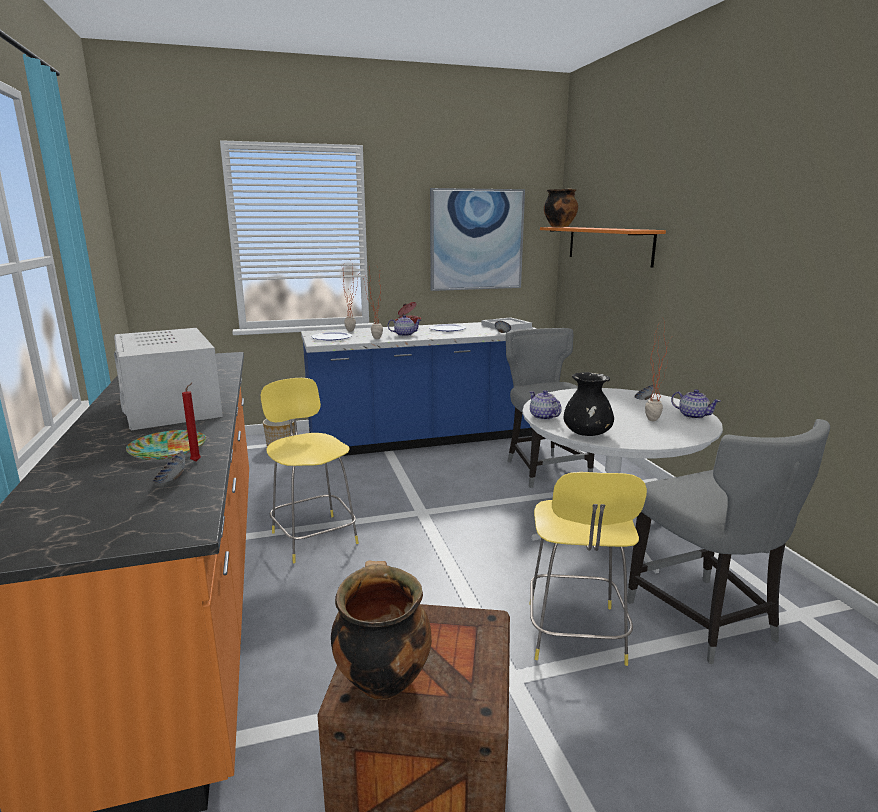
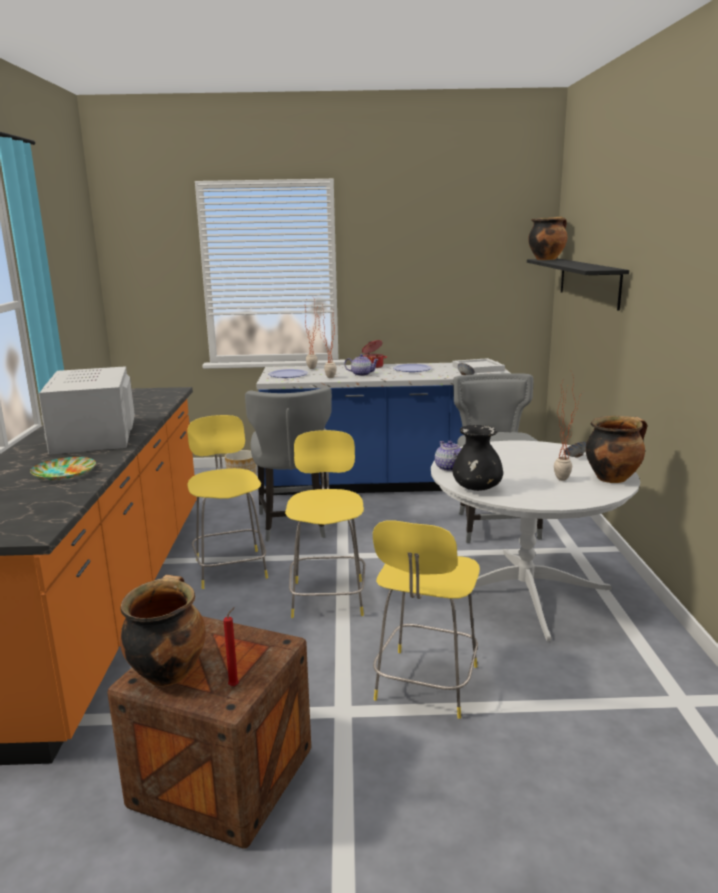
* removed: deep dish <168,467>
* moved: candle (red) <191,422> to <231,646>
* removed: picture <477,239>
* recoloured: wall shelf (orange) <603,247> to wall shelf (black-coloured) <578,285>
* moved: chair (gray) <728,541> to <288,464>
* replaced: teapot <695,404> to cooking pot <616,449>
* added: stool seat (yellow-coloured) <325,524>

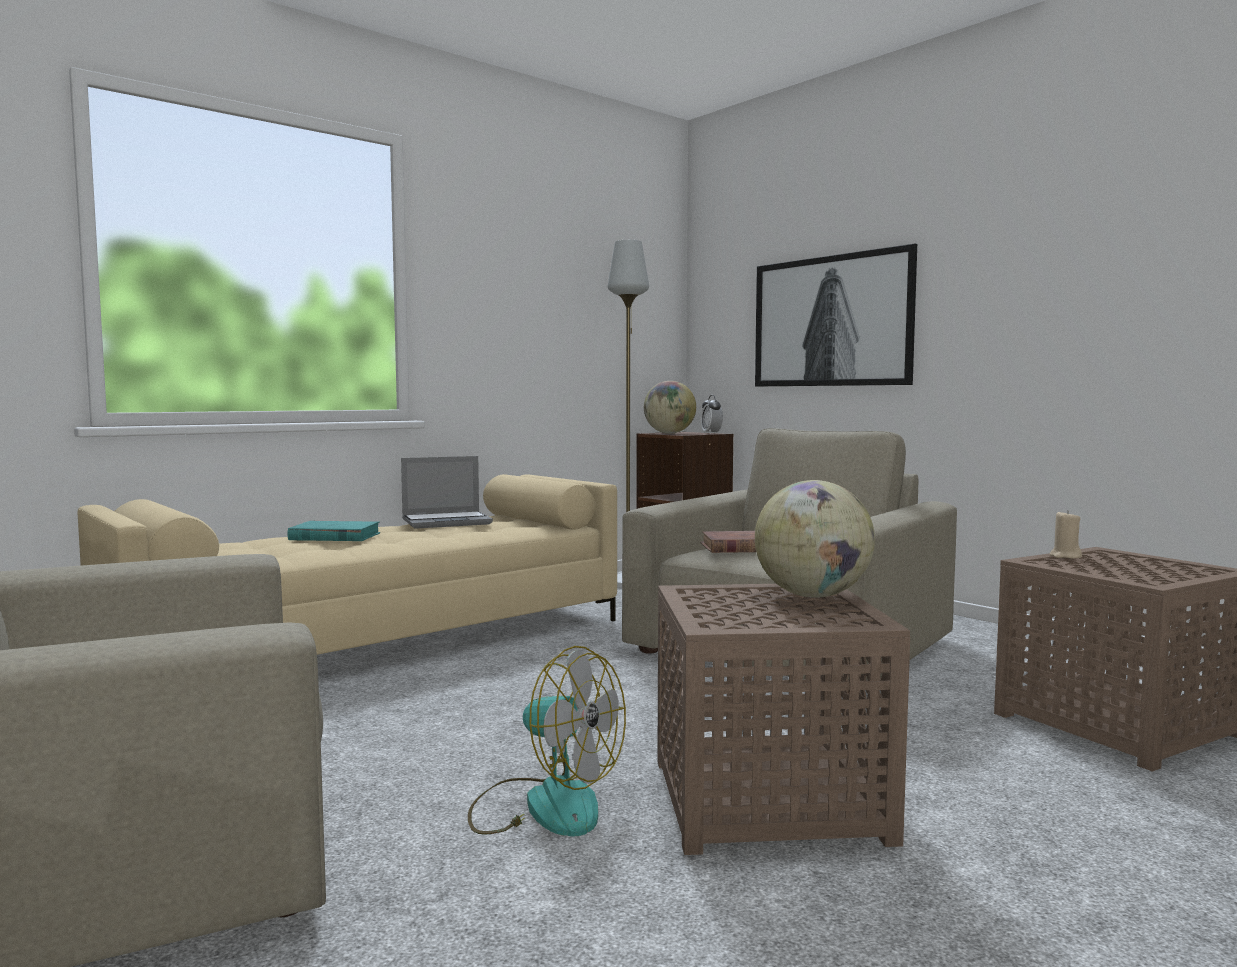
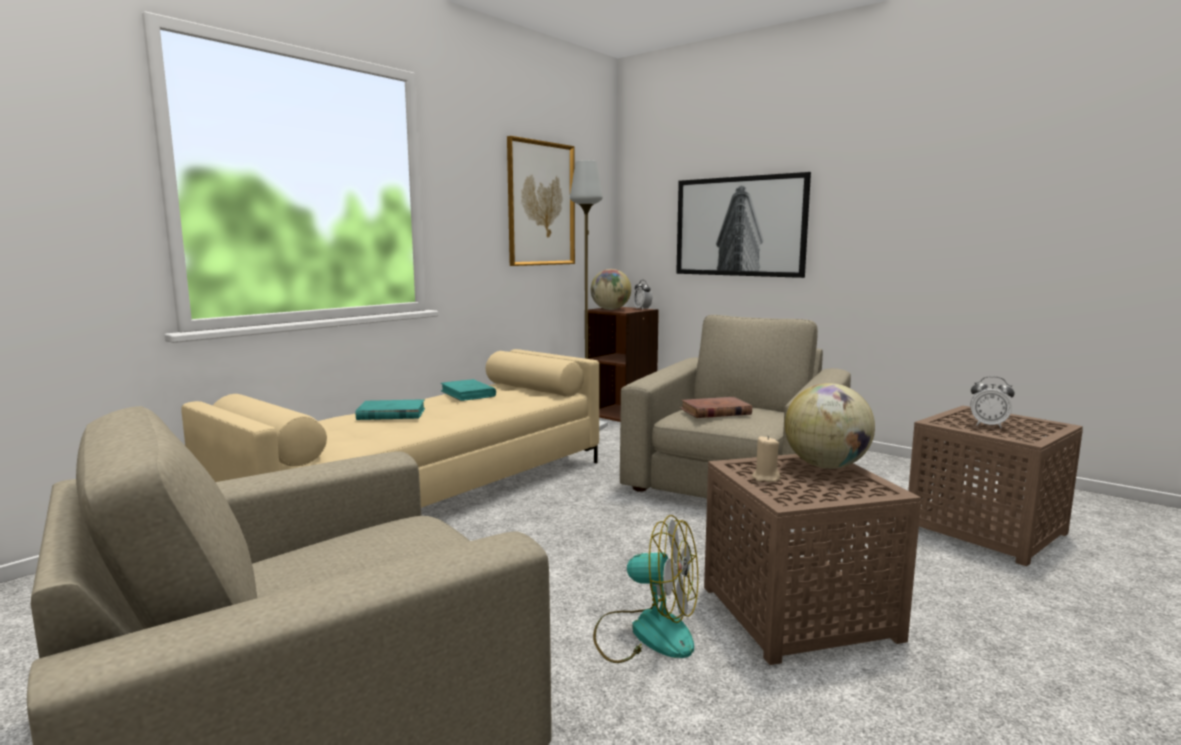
* replaced: laptop <447,492> to volume (blue-green) <468,390>
* moved: candle (beige) <1066,534> to <766,459>
* added: picture <541,201>
* added: bedside clock <992,402>

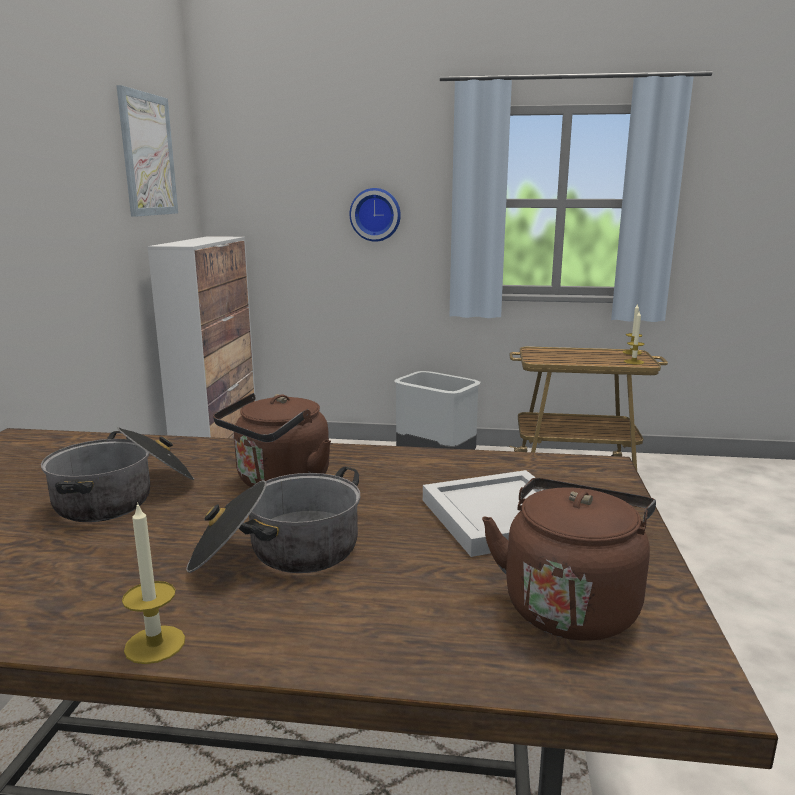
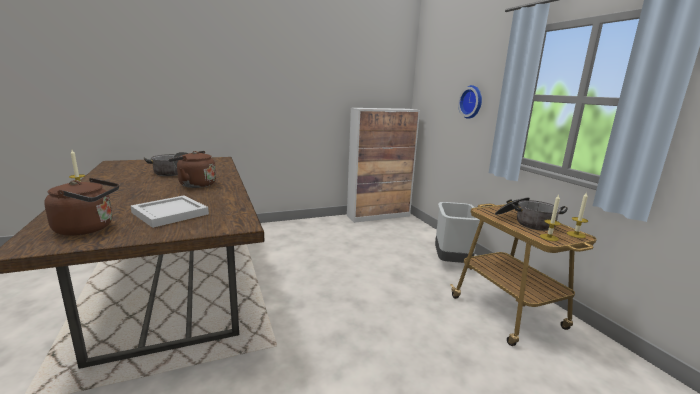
* removed: picture <147,151>
* moved: cooking pot <273,520> to <531,214>

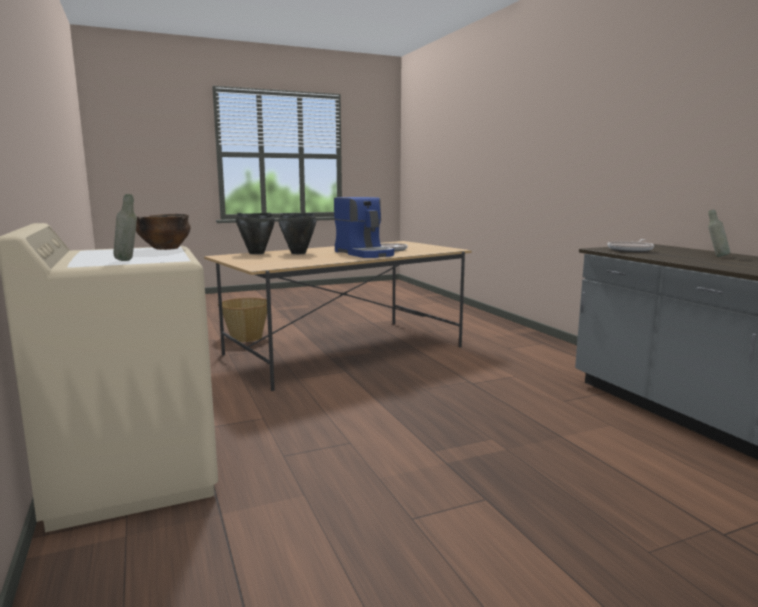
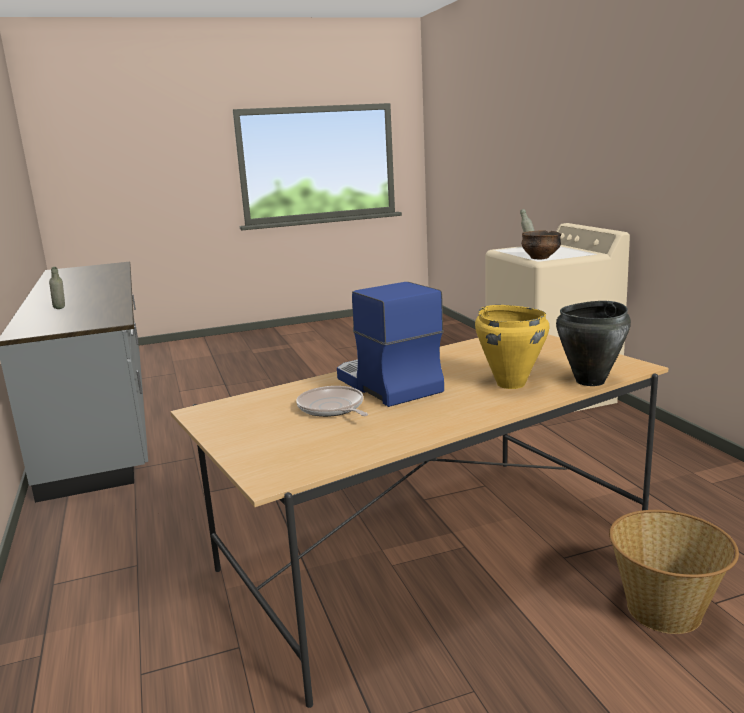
* recoloured: cooking pot (black-coloured) <297,233> to cooking pot (yellow-coloured) <512,347>
* removed: skillet <631,245>

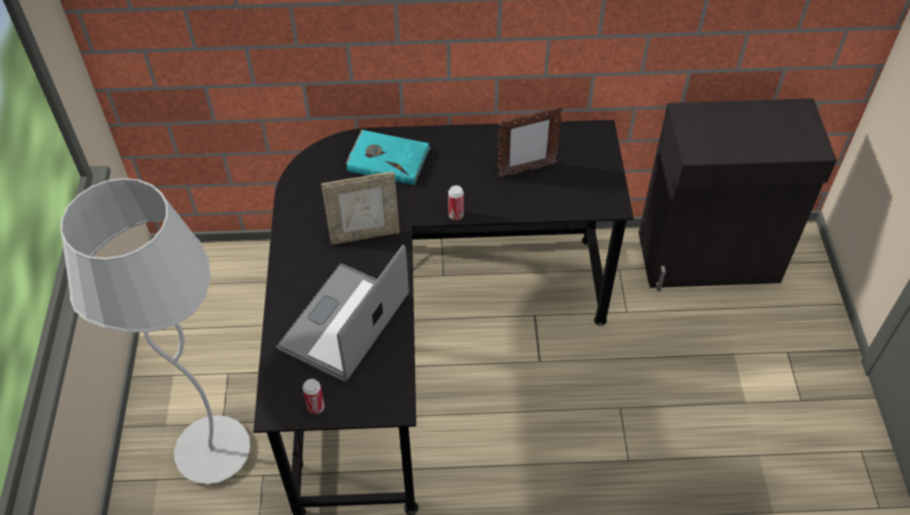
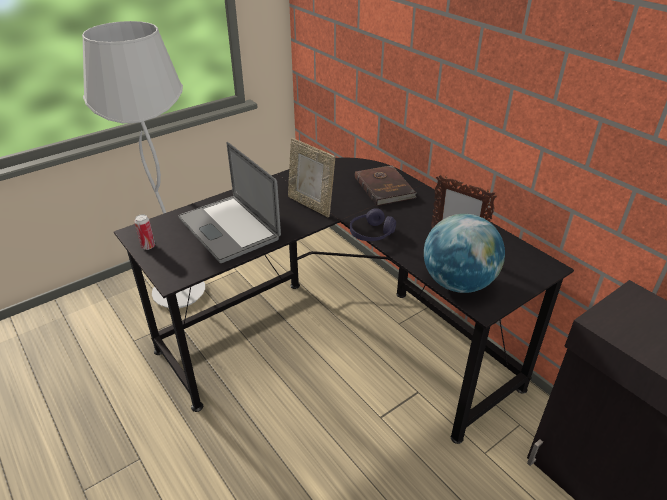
* turned: laptop <342,313> = <229,202> 120 degrees counterclockwise
* recoloured: volume (blue-green) <388,157> to volume (brownish) <385,185>
* replaced: metal can <456,202> to headphones (purple) <373,224>
* added: desk globe <464,253>

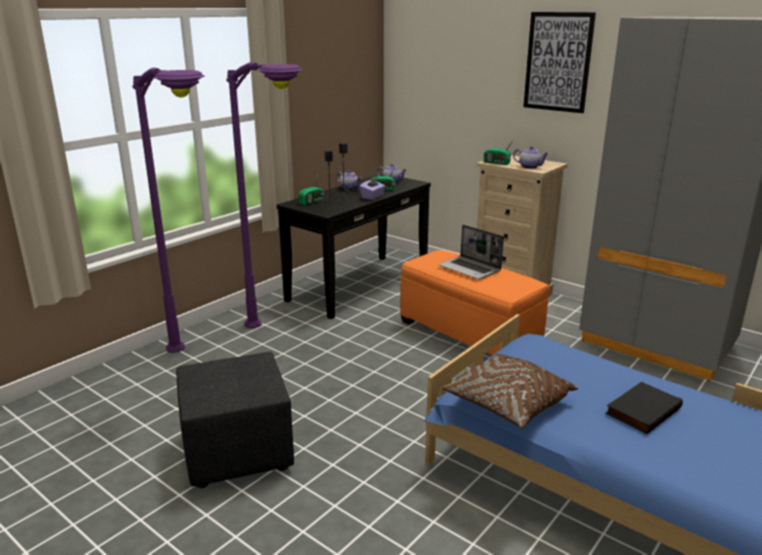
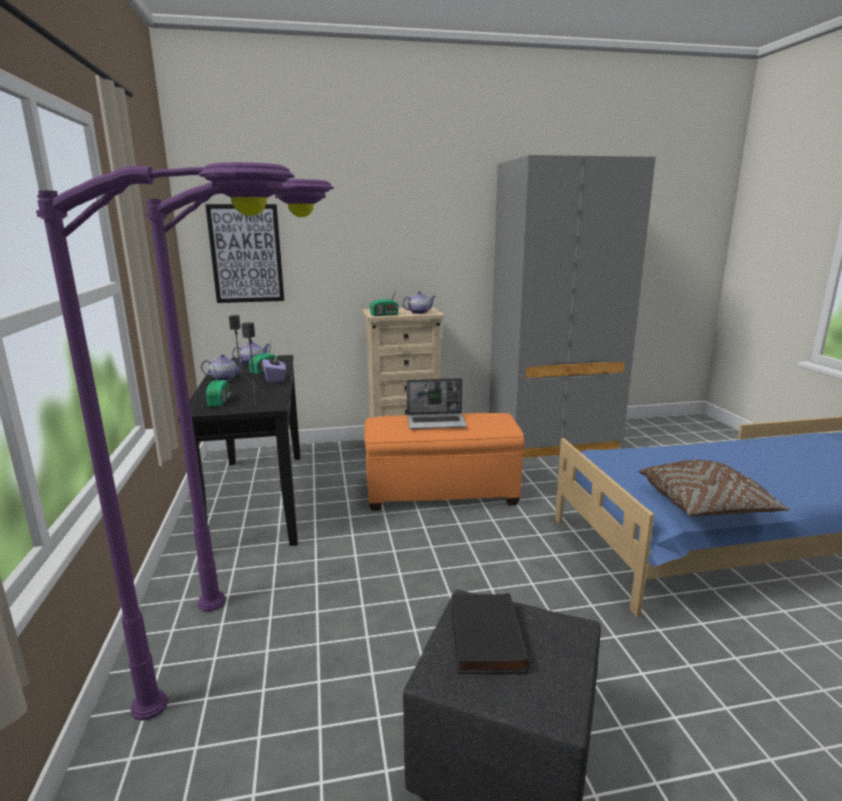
* moved: picture <559,62> to <244,253>
* moved: volume (black-coloured) <644,408> to <490,633>

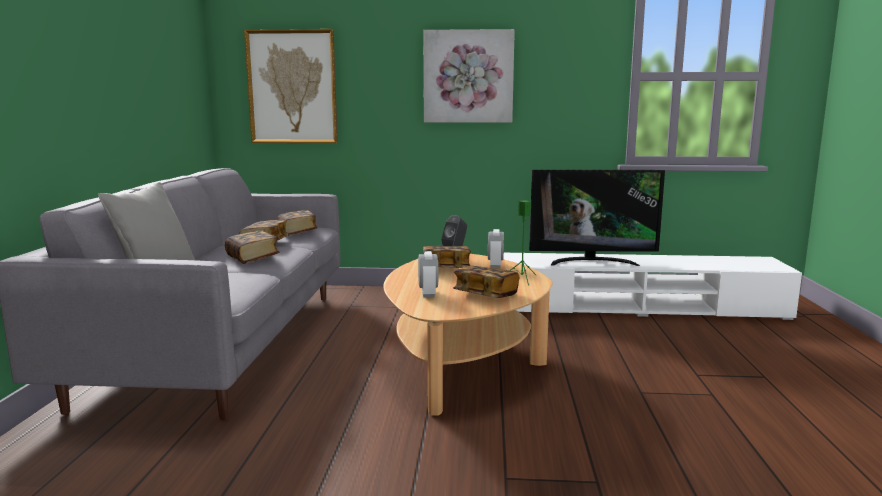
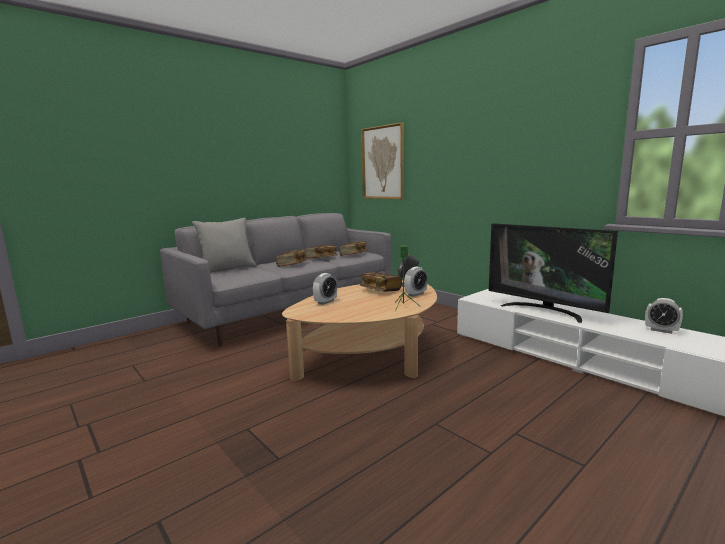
* removed: picture <469,76>
* removed: volume <486,282>
* added: bedside clock <664,316>

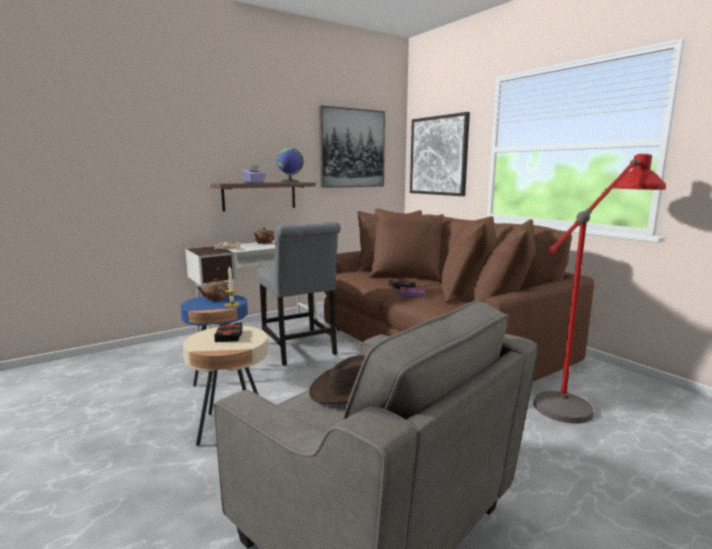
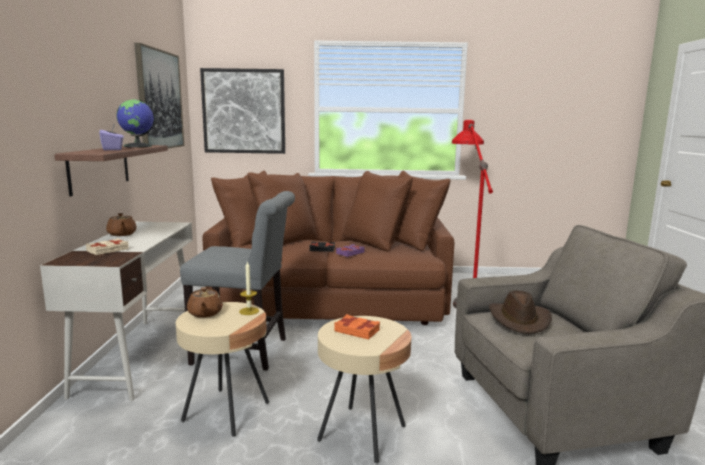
* recoloured: side table (blue-coloured) <214,340> to side table (beige) <222,369>
* recoloured: volume (black-coloured) <228,332> to volume (orange) <357,327>

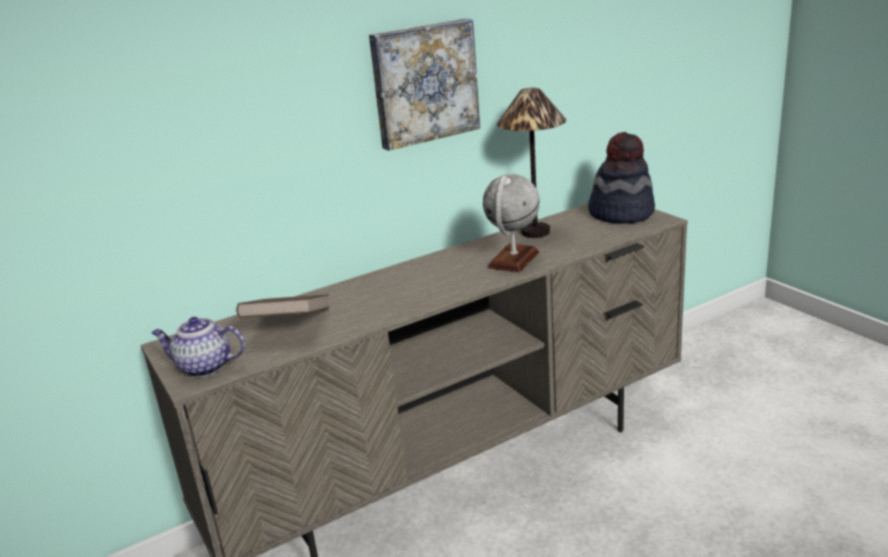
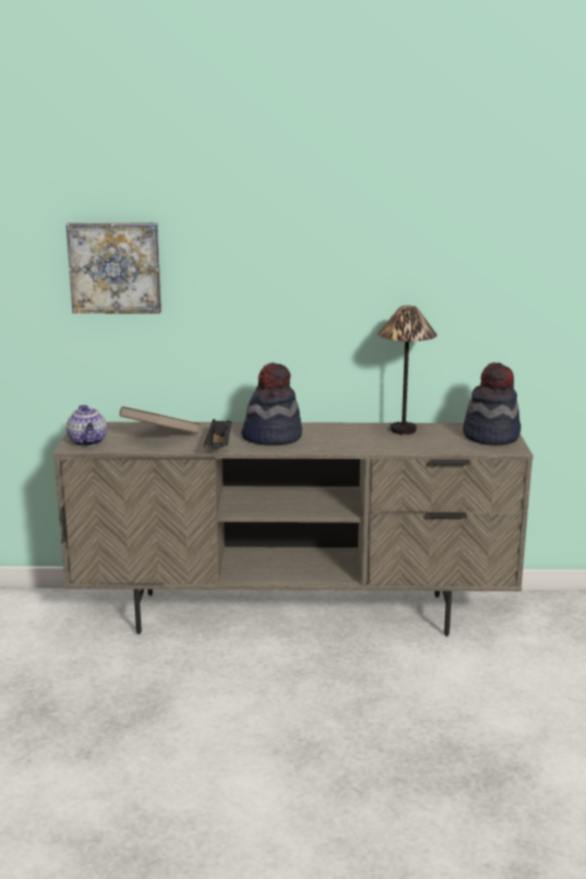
* turned: teapot <198,347> = <86,425> 150 degrees counterclockwise
* moved: picture <424,84> to <113,268>
* removed: desk globe <511,223>
* added: serving tray (black-coloured) <218,433>
* added: wearable hat <271,404>

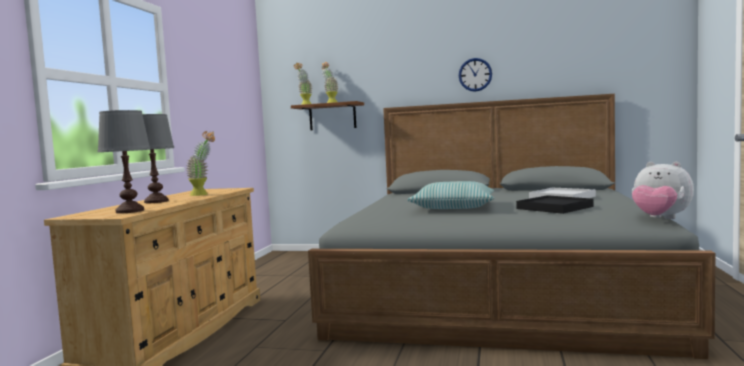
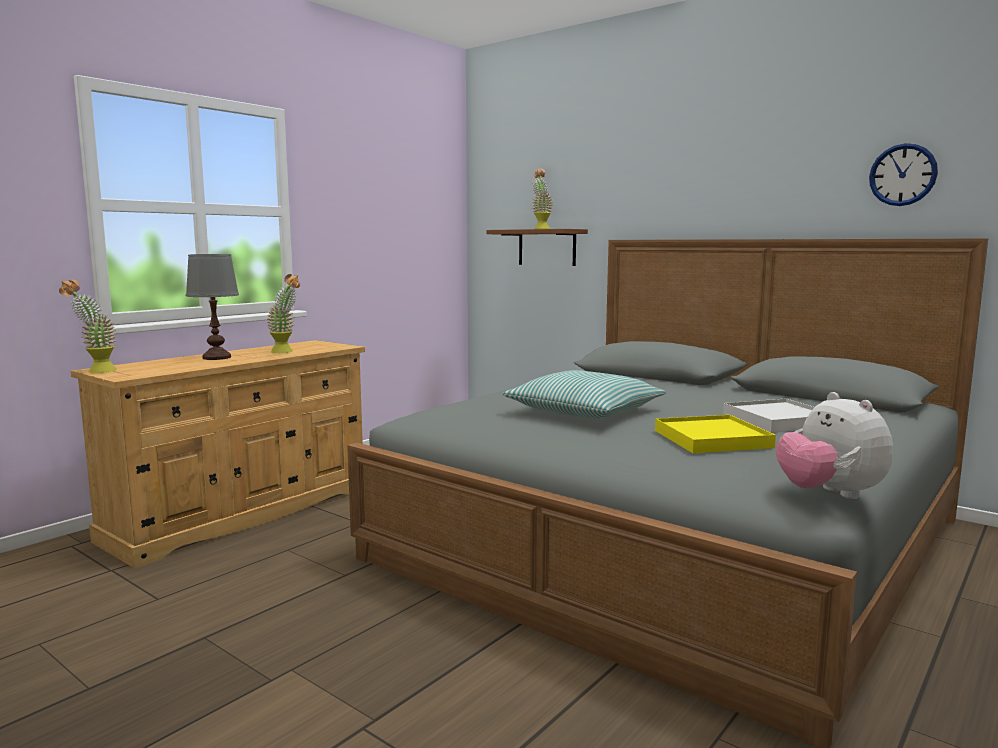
* removed: tabletop lamp (gray) <124,161>
* moved: houseplant <303,84> to <88,326>
* moved: hanging clock <475,75> to <903,174>
* recoloured: serving tray (black-coloured) <555,204> to serving tray (yellow-coloured) <715,434>

